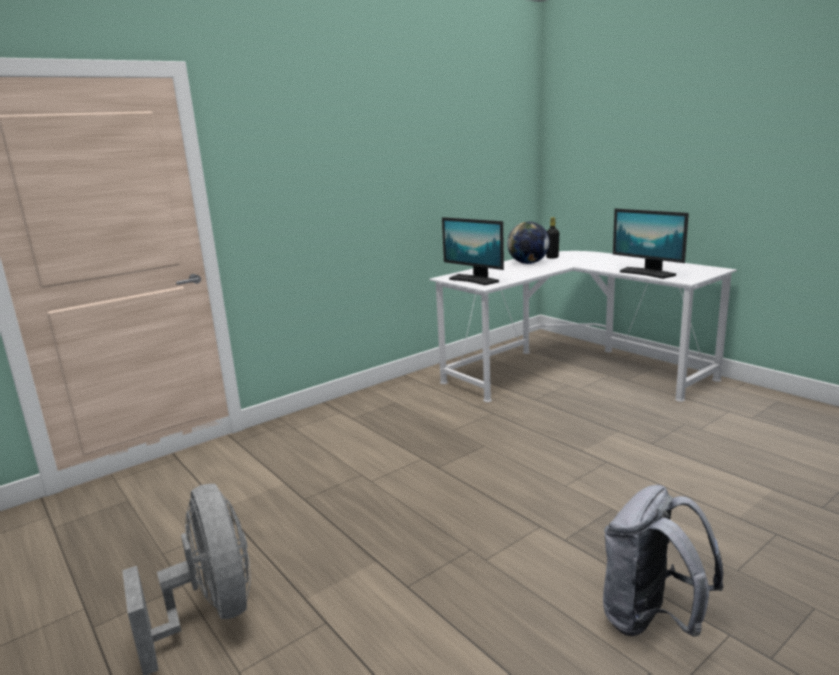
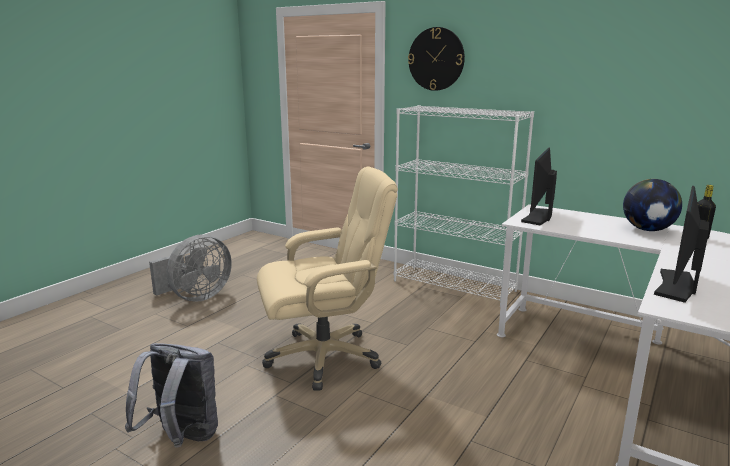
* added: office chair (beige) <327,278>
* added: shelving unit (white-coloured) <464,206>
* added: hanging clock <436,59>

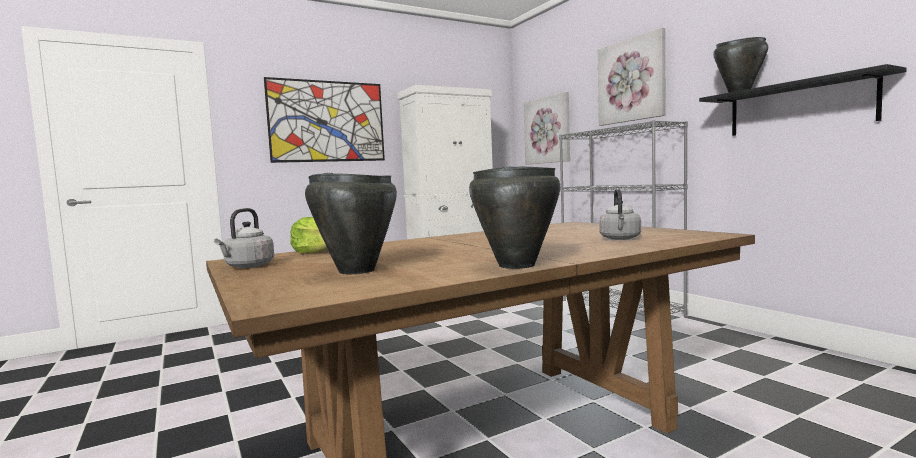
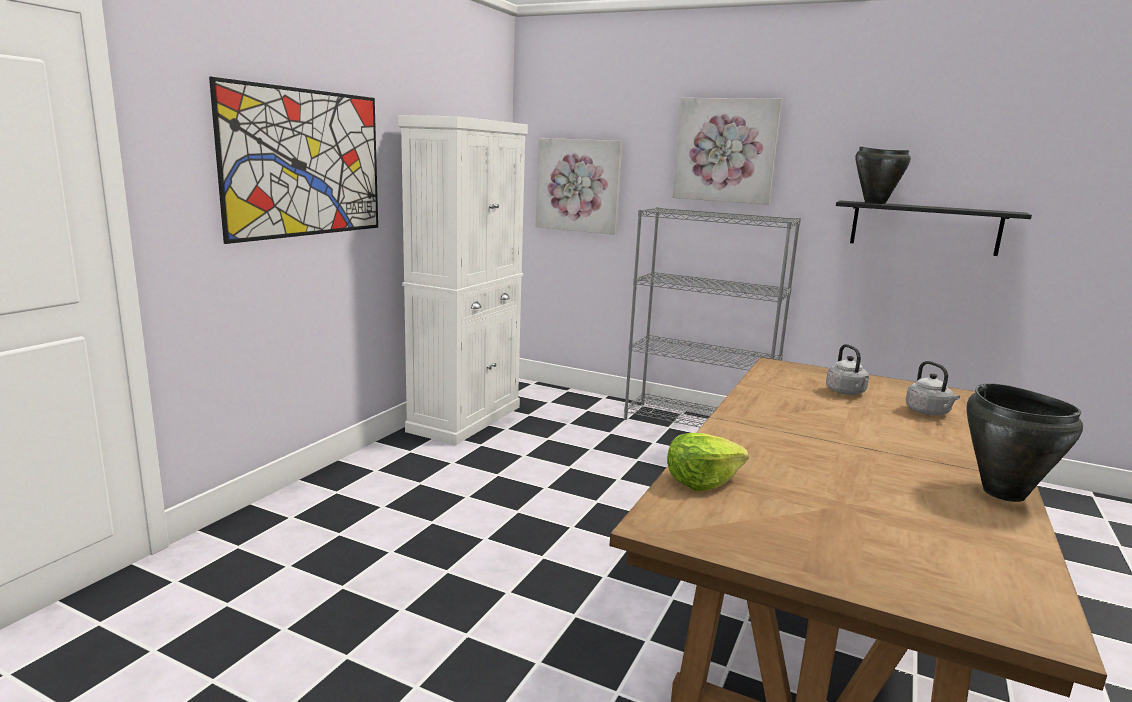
* moved: tea kettle (gray) <244,238> to <847,369>
* removed: cooking pot (black-coloured) <351,223>

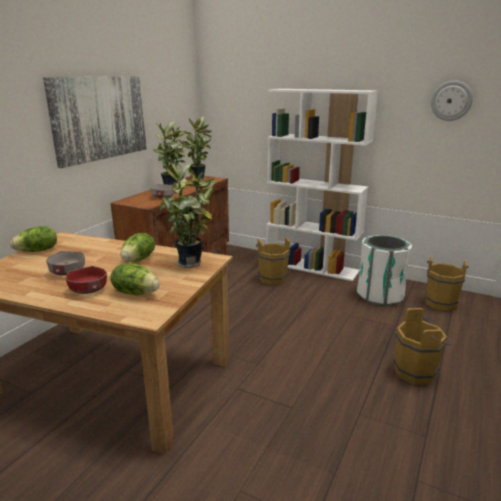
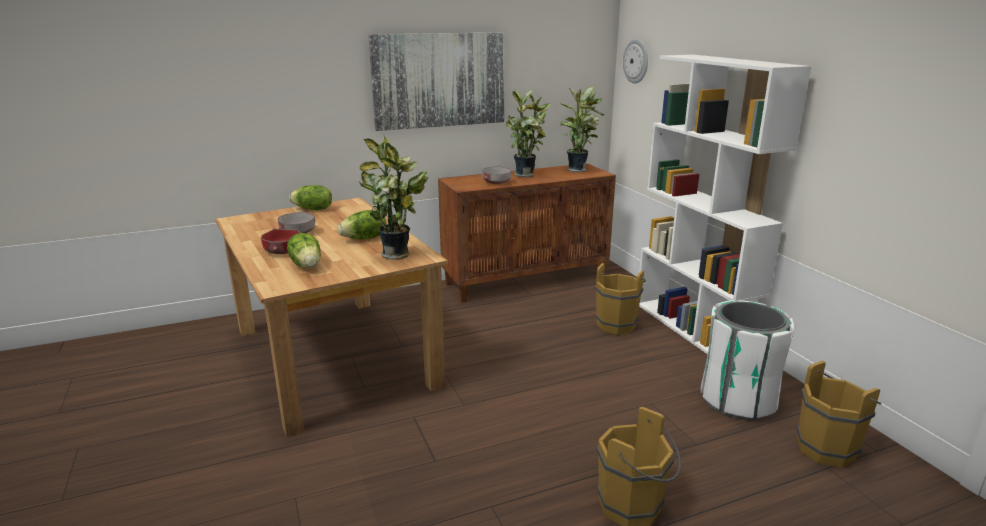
* moved: hanging clock <452,101> to <635,61>

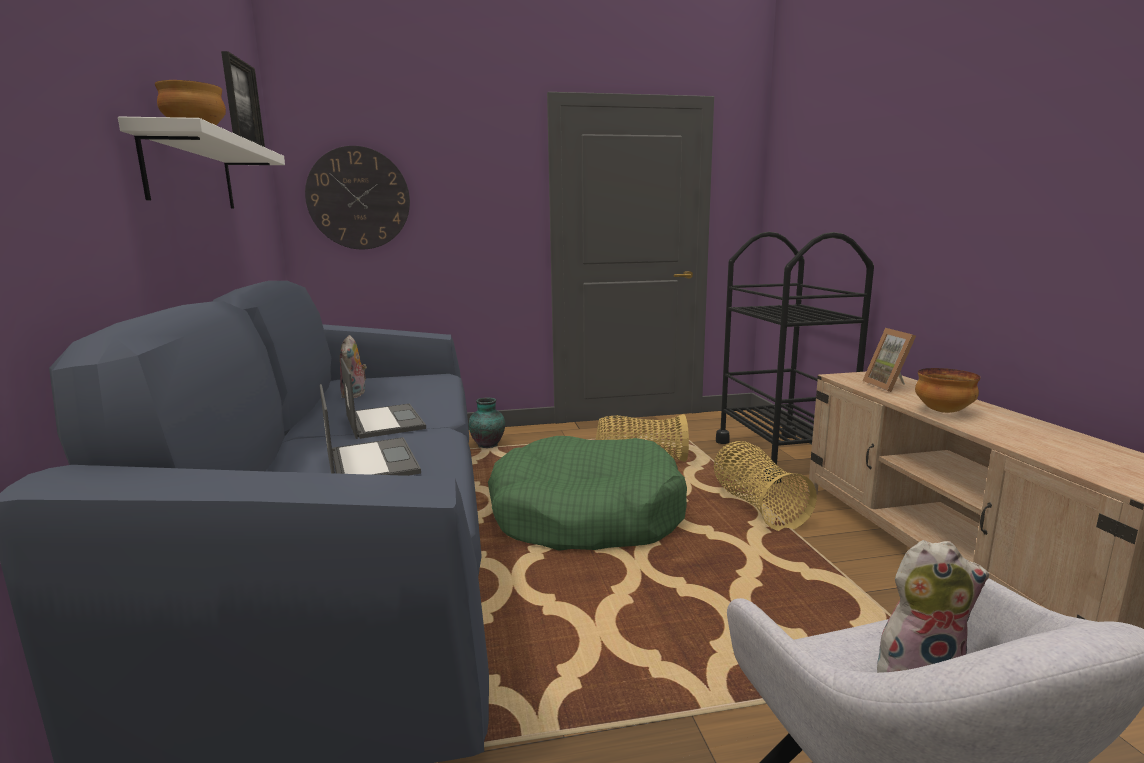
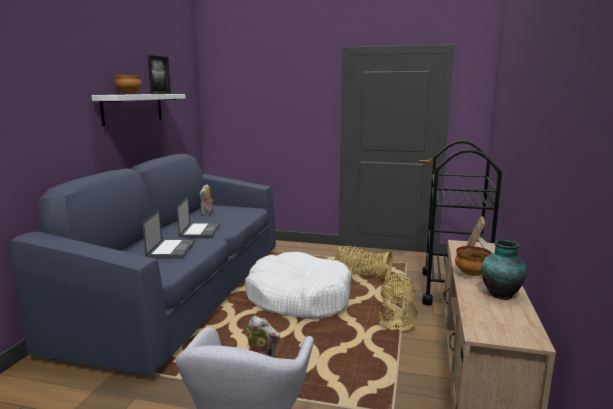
* removed: hanging clock <357,197>
* moved: flower vase <487,423> to <504,270>
* recoloured: dog cushion (green) <587,493> to dog cushion (white-coloured) <298,285>

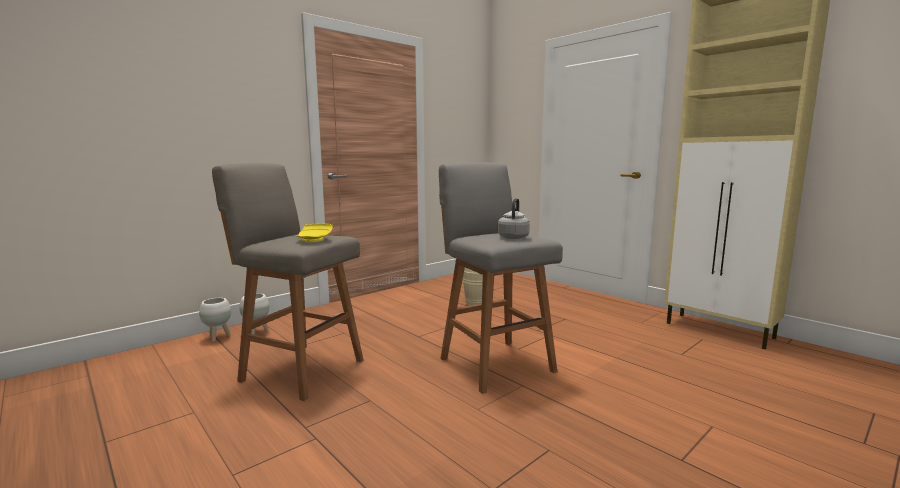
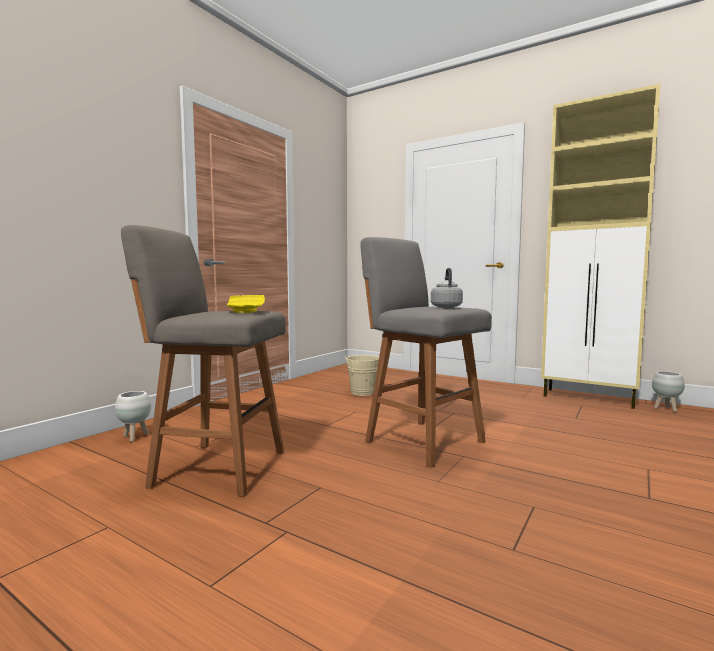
* moved: flower pot (white-coloured) <215,320> to <668,391>

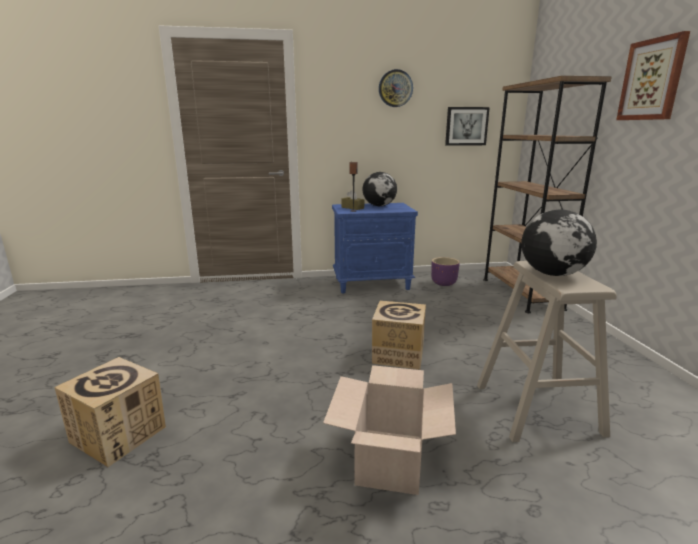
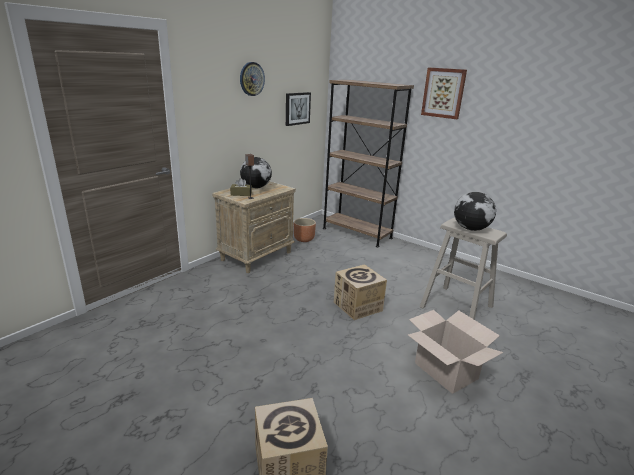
* recoloured: bedside table (blue-coloured) <375,248> to bedside table (beige) <254,227>
* recoloured: flower pot (purple) <445,271> to flower pot (brownish) <305,230>

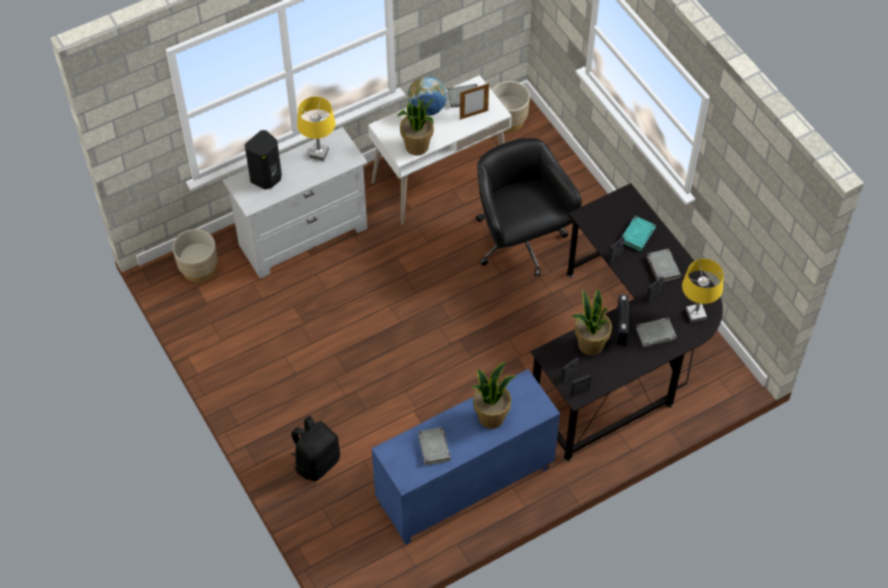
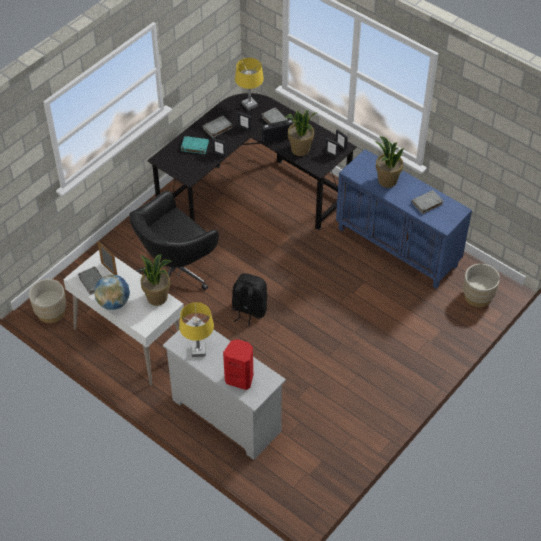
* moved: flower pot (beige) <195,255> to <481,285>
* recoloured: speaker (black-coloured) <263,160> to speaker (red) <238,364>
* moved: knapsack (black-coloured) <315,448> to <249,300>

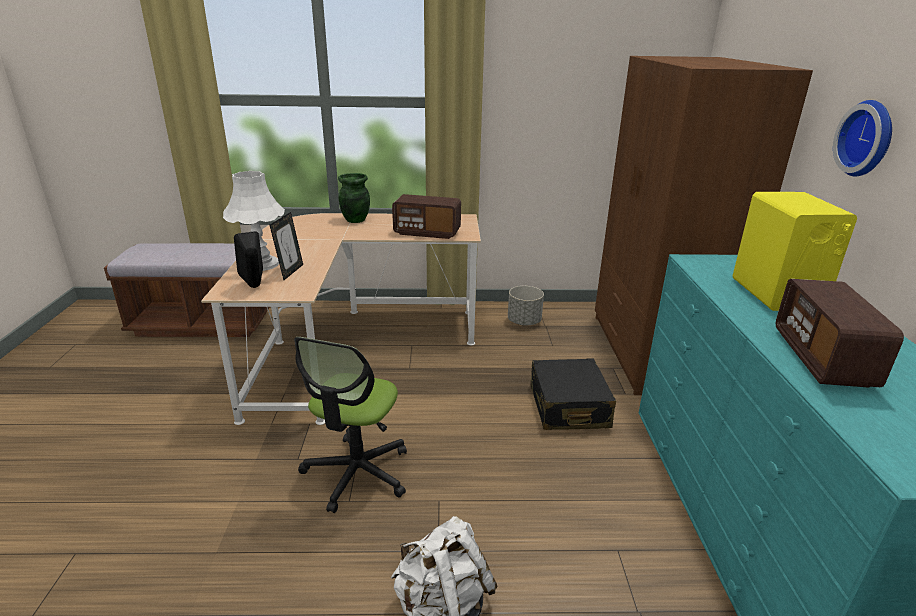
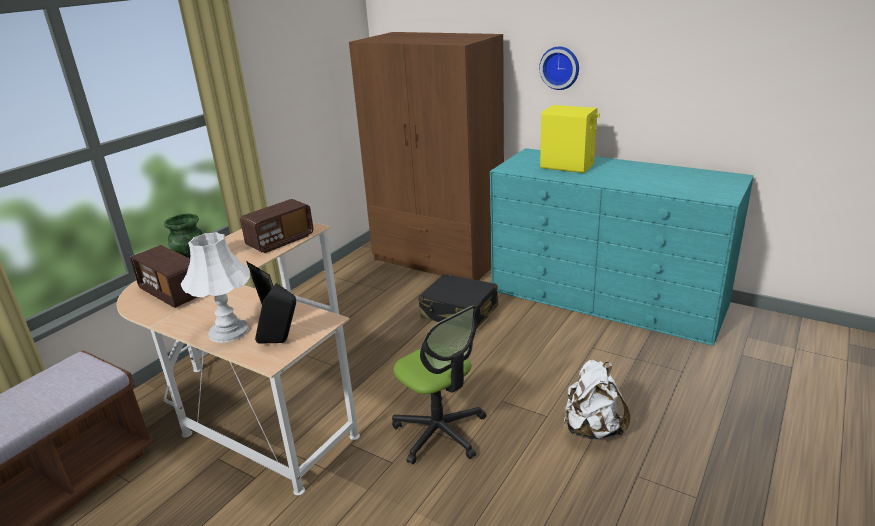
* removed: flower pot (gray) <526,306>
* moved: radio receiver <840,333> to <163,276>

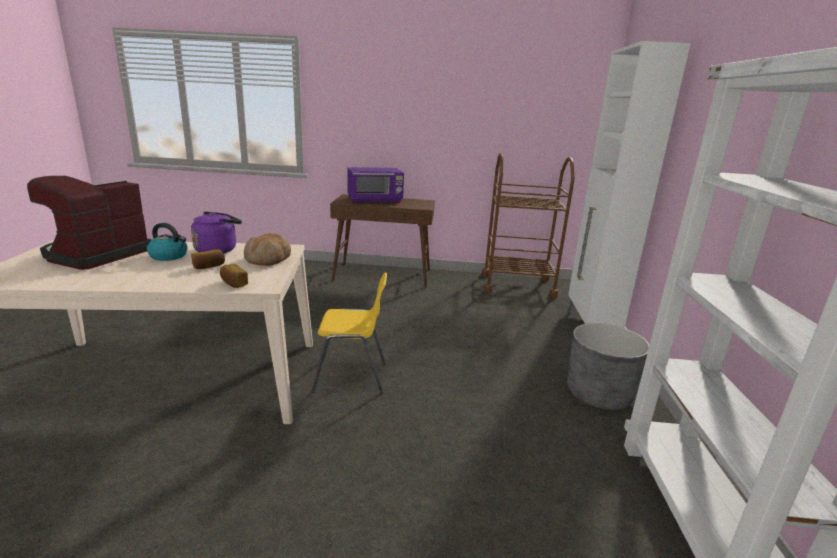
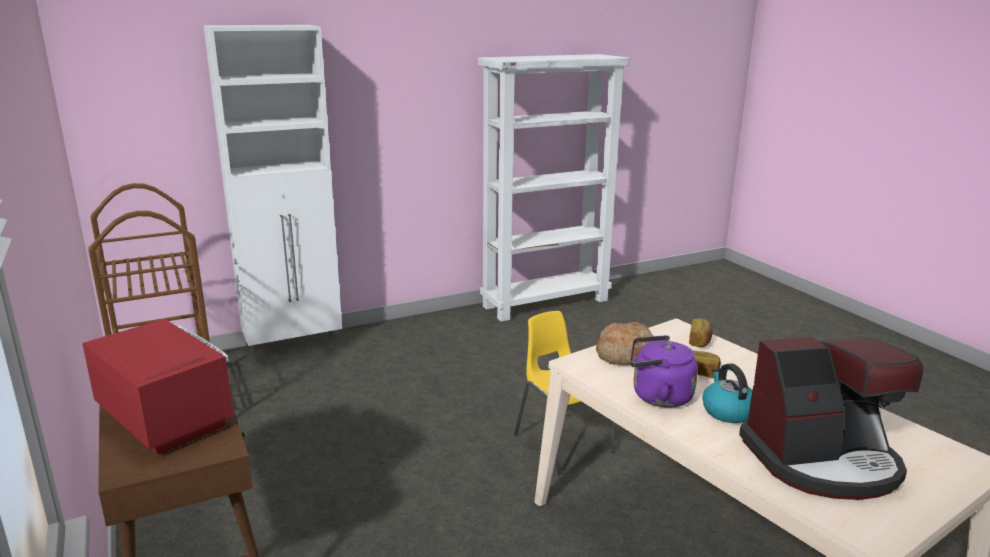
* recoloured: kitchen microwave (purple) <375,185> to kitchen microwave (red) <158,387>
* removed: flower pot (gray) <608,366>

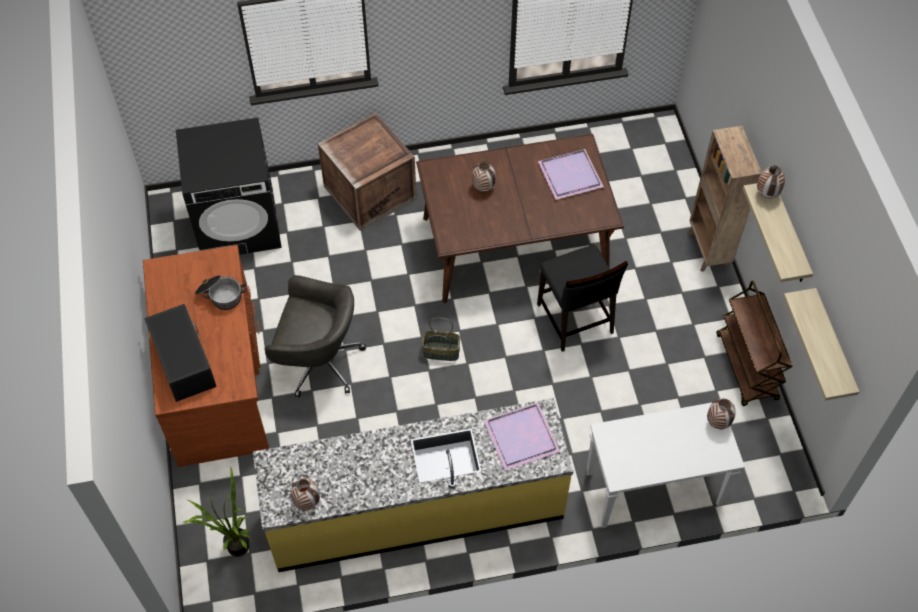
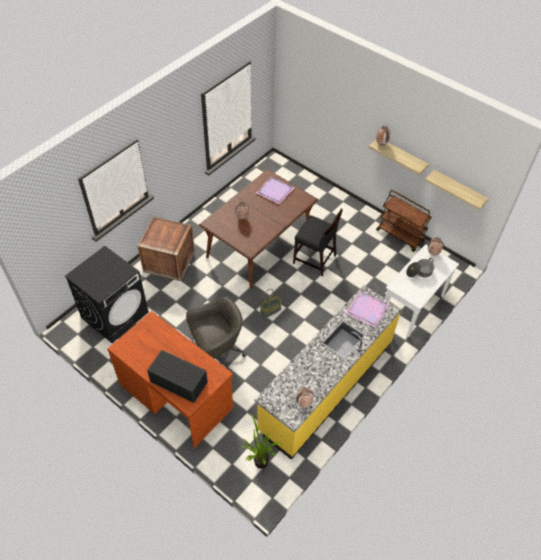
* moved: cooking pot <221,292> to <420,268>
* removed: shelving unit (brownish) <724,199>

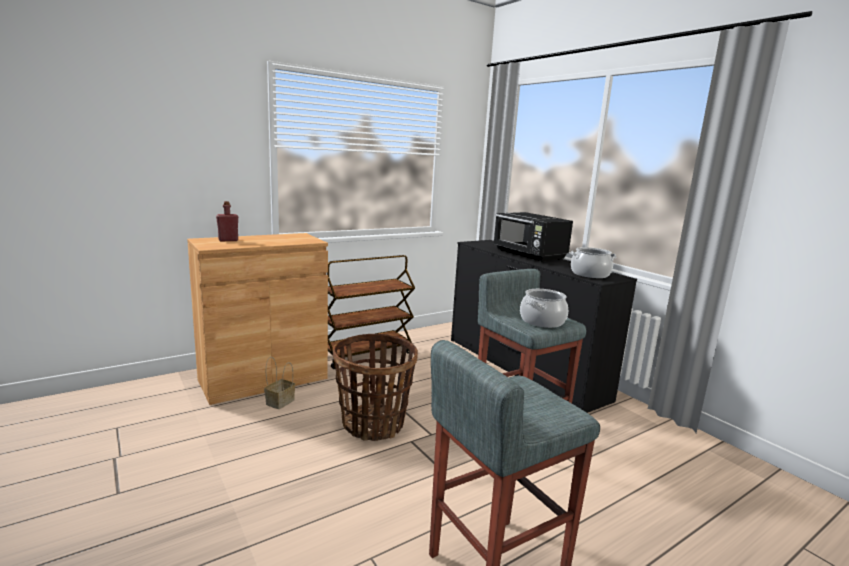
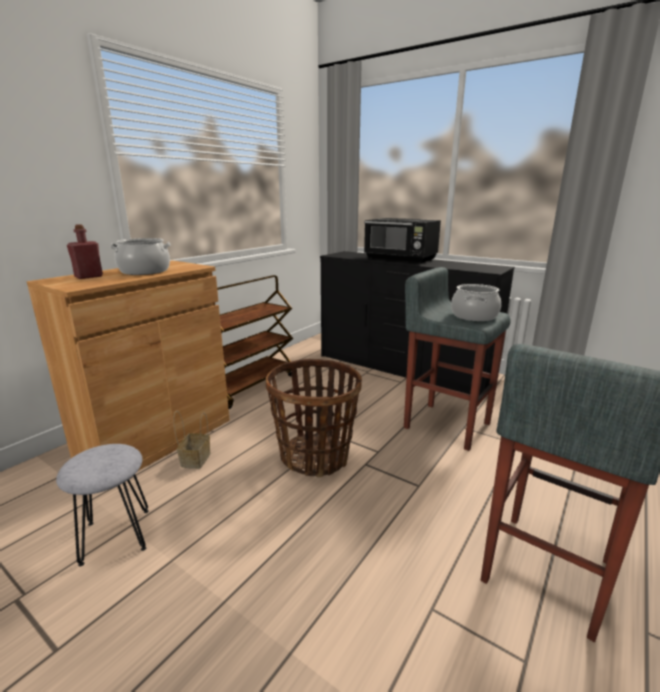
* moved: cooking pot <593,262> to <140,256>
* added: stool seat (gray) <102,505>

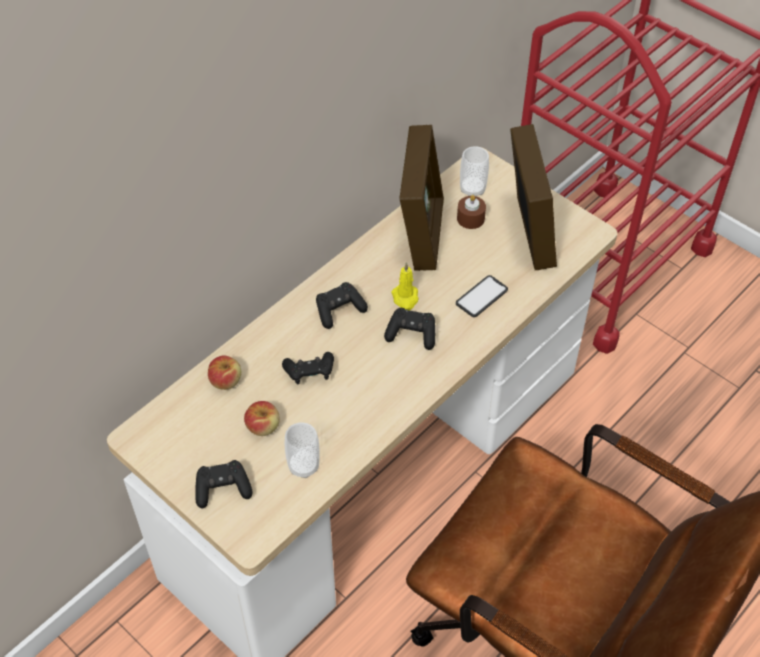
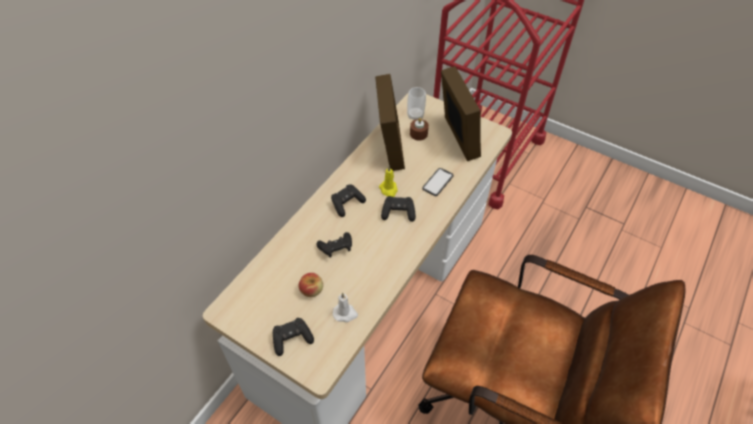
* removed: whole apple <224,372>
* replaced: small cup <302,450> to candle (white-coloured) <345,307>

